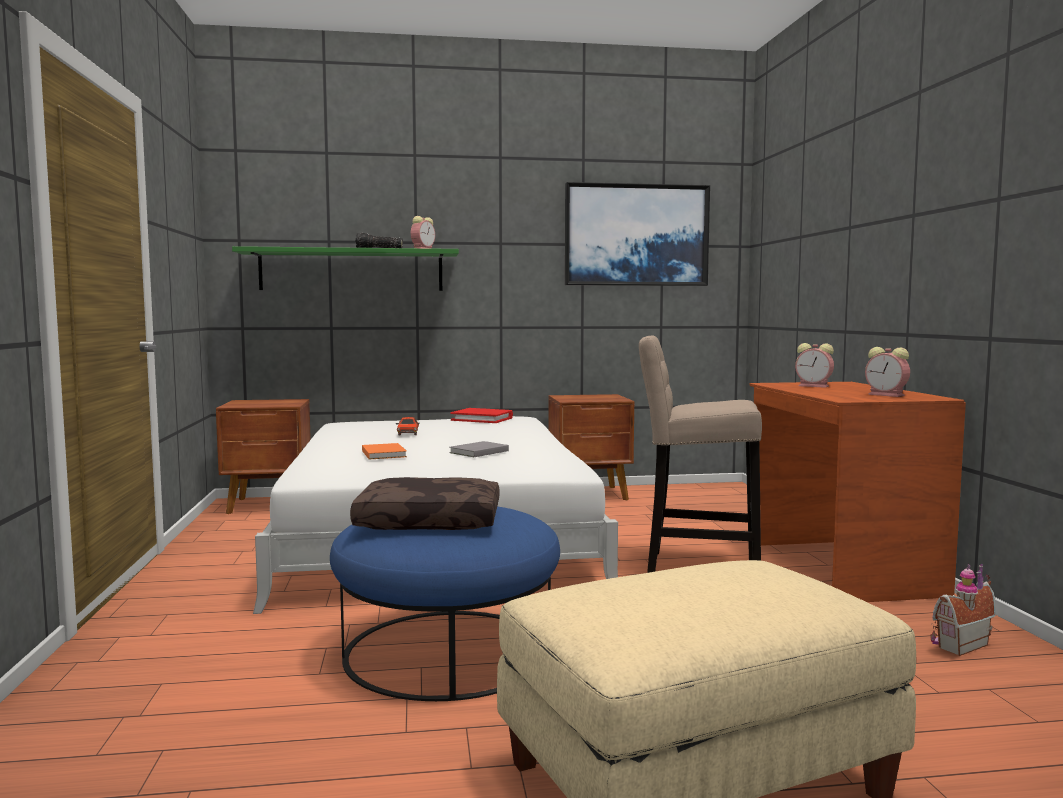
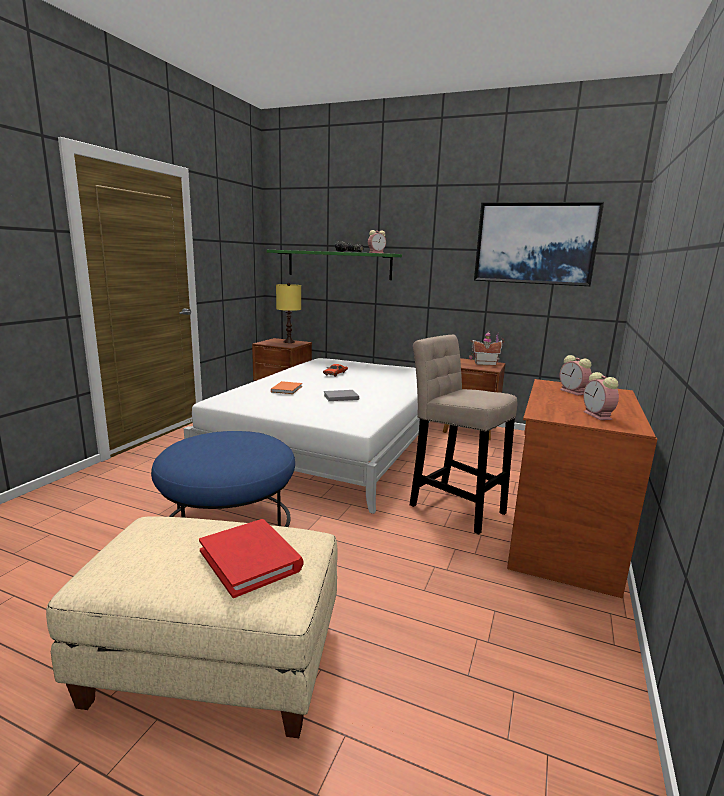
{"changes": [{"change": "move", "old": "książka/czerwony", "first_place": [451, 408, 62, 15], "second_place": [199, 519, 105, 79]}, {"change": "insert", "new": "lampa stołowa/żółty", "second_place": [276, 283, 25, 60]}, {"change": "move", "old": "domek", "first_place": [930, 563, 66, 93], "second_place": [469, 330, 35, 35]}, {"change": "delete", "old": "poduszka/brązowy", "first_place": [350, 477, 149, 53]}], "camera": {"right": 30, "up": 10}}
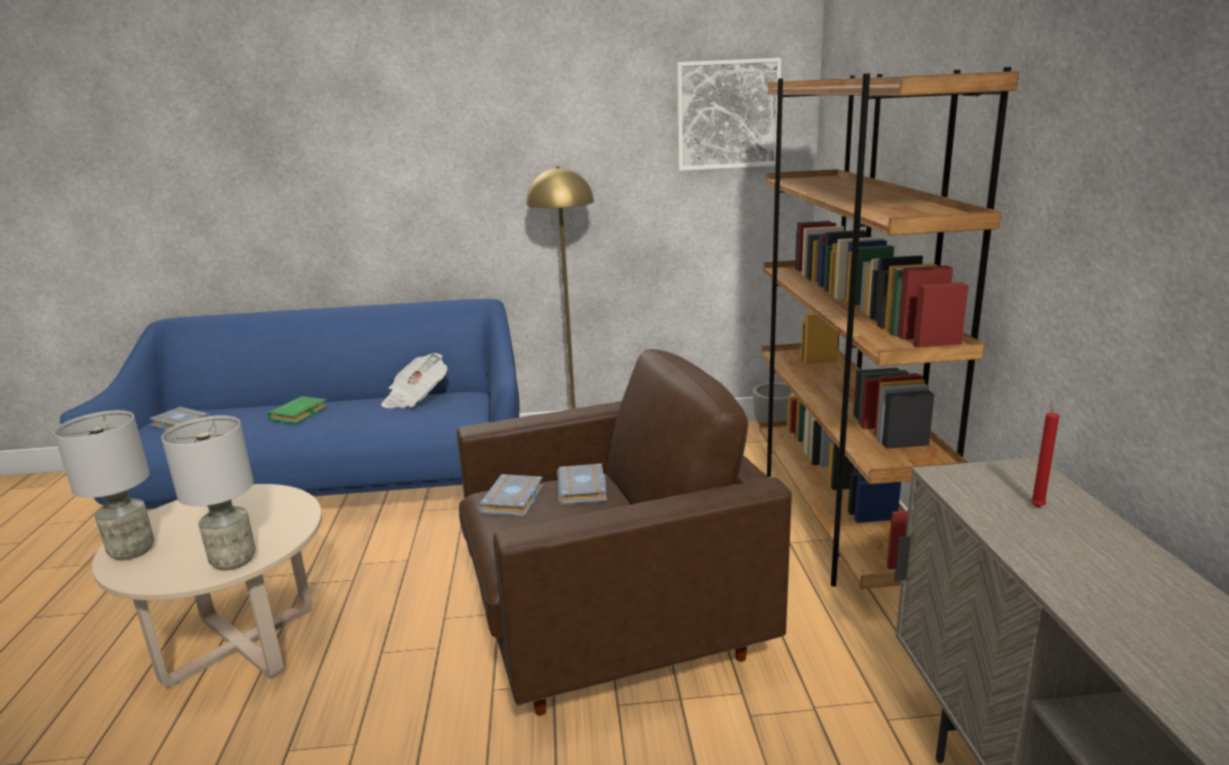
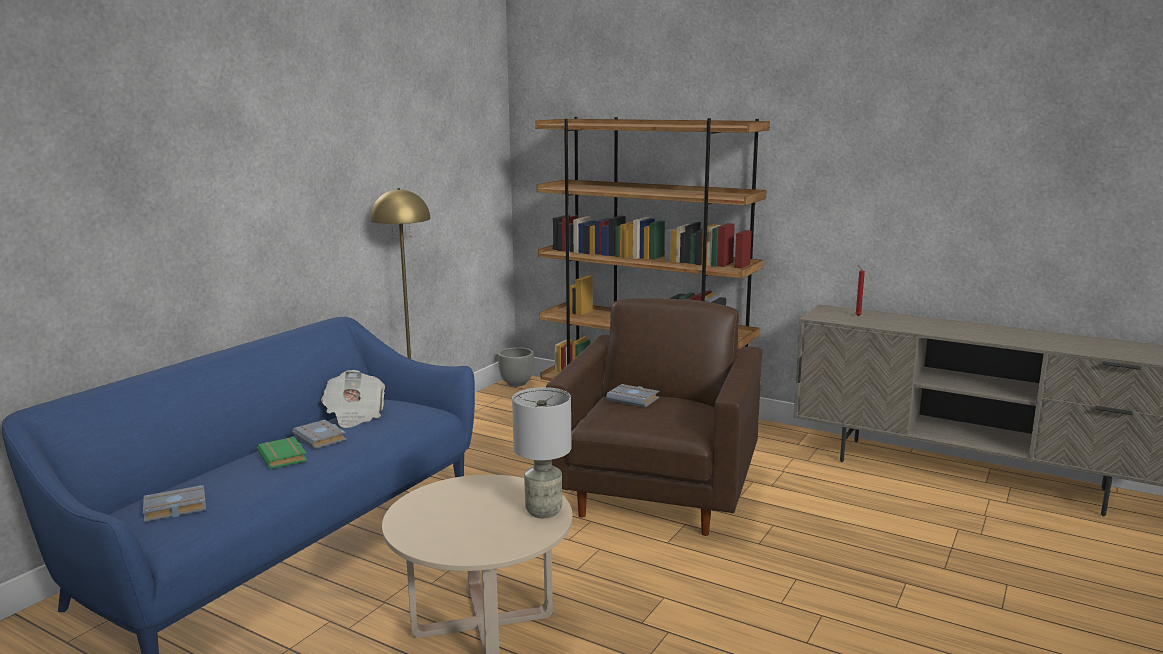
{"changes": [{"change": "move", "old": "książka/szary", "first_place": [478, 474, 65, 42], "second_place": [292, 420, 55, 29]}, {"change": "delete", "old": "lampa stołowa/szary", "first_place": [54, 410, 100, 151]}, {"change": "delete", "old": "obraz", "first_place": [677, 58, 104, 113]}], "camera": {"right": -55, "up": -5}}
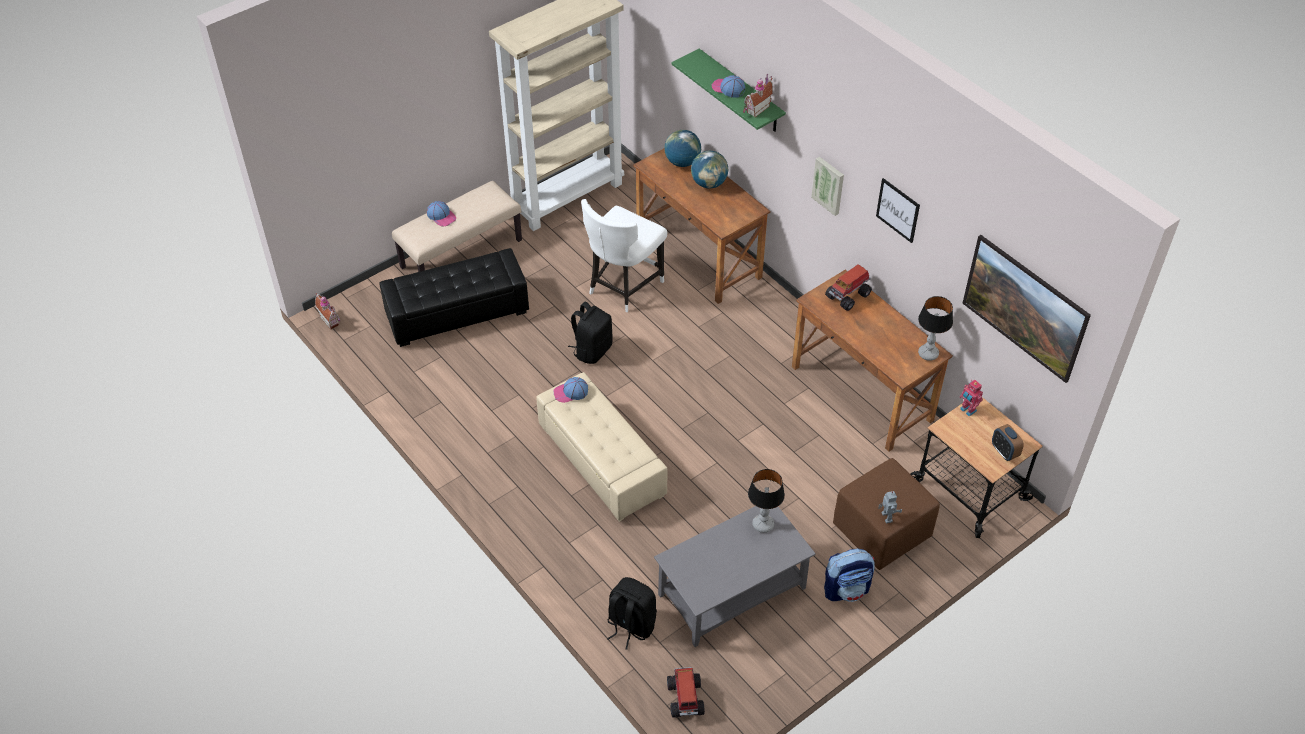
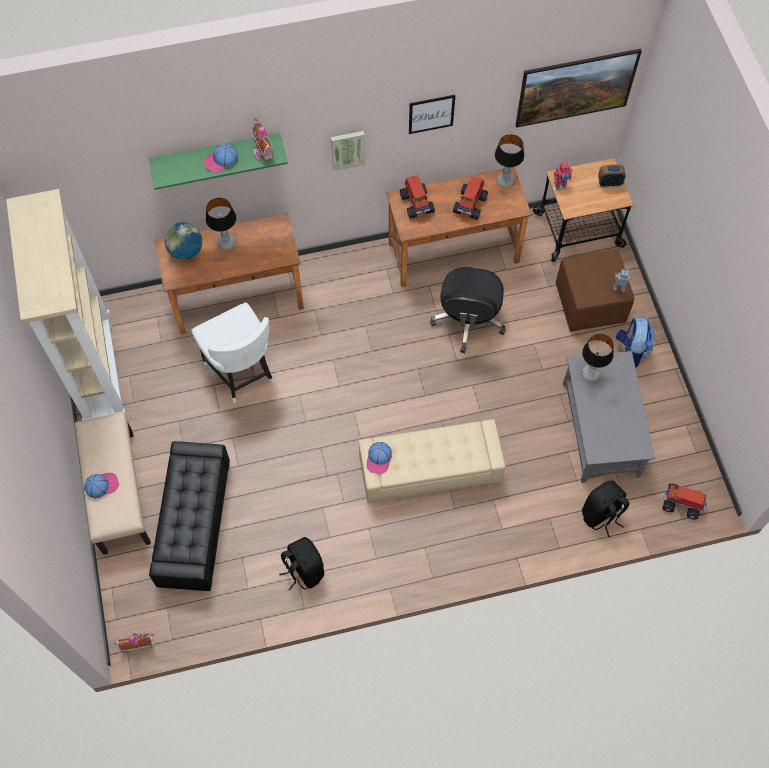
{"changes": [{"change": "replace", "old": "globus", "new": "lampa stołowa", "first_place": [691, 151, 37, 37], "second_place": [206, 198, 30, 52]}, {"change": "move", "old": "plecak/czarny", "first_place": [568, 302, 45, 62], "second_place": [279, 537, 45, 54]}, {"change": "insert", "new": "krzesło biurowe/czarny", "second_place": [430, 267, 76, 86]}, {"change": "insert", "new": "ciężarówka zabawkowa", "second_place": [453, 176, 35, 44]}], "camera": {"right": -65, "up": 15}}
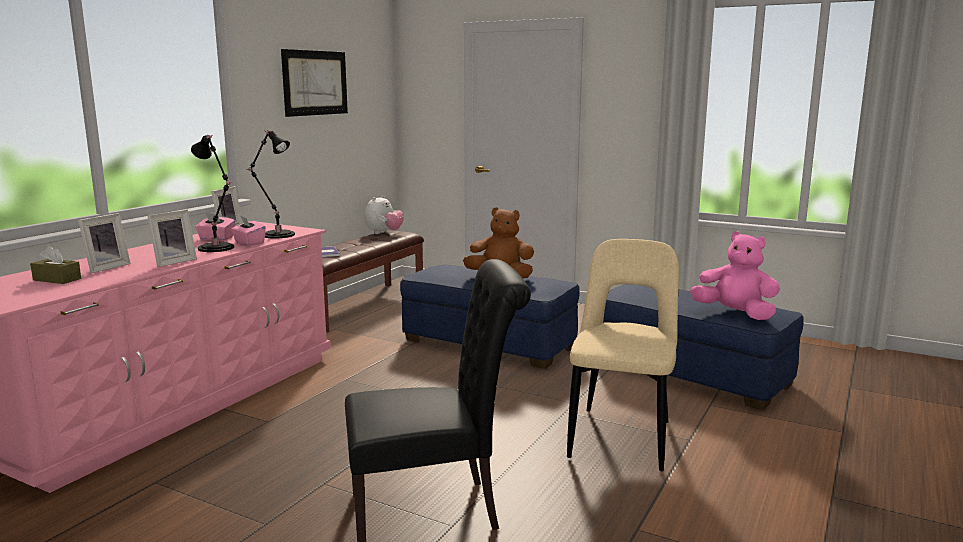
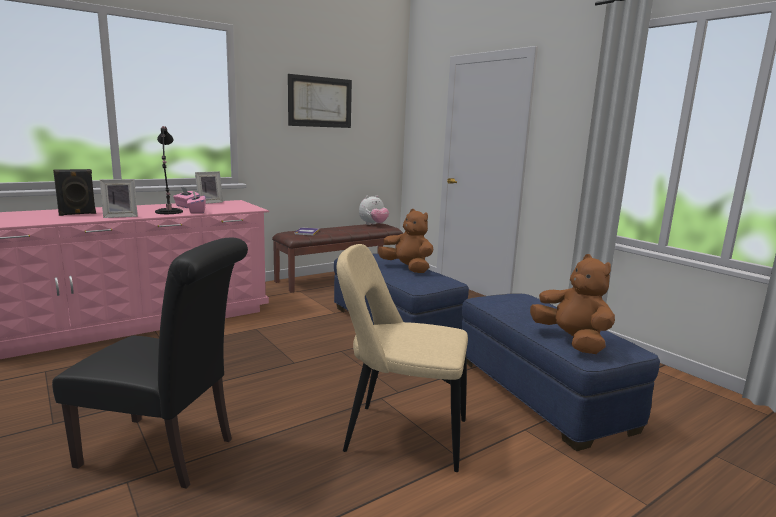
{"changes": [{"change": "replace", "old": "ramka na zdjęcie", "new": "głośnik/czarny", "first_place": [78, 213, 53, 60], "second_place": [53, 169, 43, 47]}, {"change": "rotate", "old": "krzesło/beżowy", "first_place": [567, 239, 112, 232], "second_place": [337, 244, 131, 228], "degrees": -120}, {"change": "recolor", "old": "pluszak/różowy", "new": "pluszak/brązowy", "first_place": [690, 231, 90, 89], "second_place": [530, 254, 85, 100]}, {"change": "delete", "old": "pudełko chusteczek/brązowy", "first_place": [30, 246, 51, 38]}, {"change": "delete", "old": "lampa stołowa/czarny", "first_place": [248, 130, 47, 109]}], "camera": {"right": 25, "up": 0}}
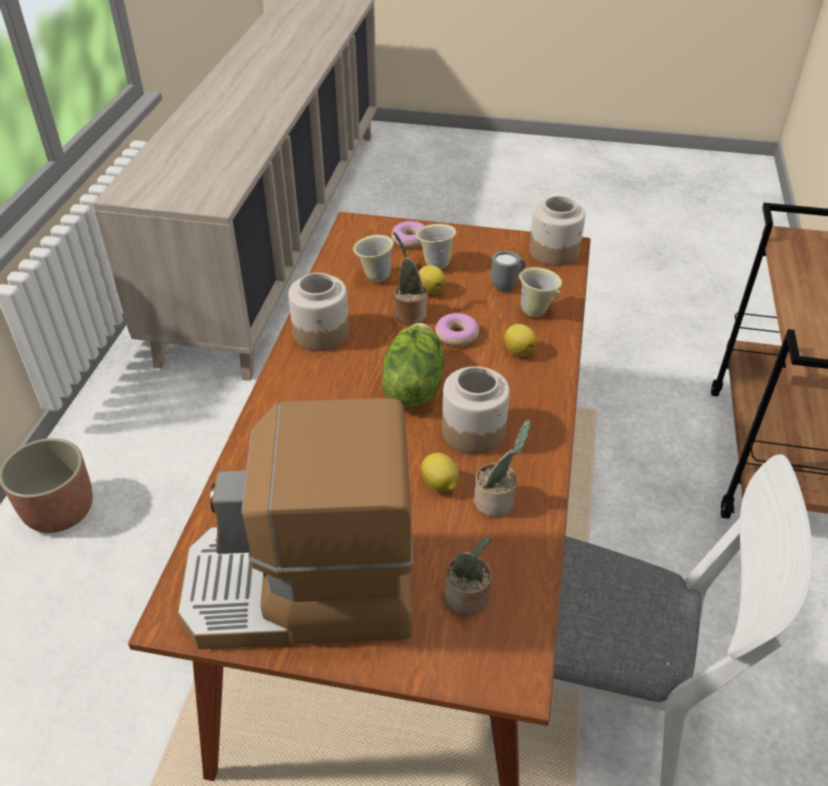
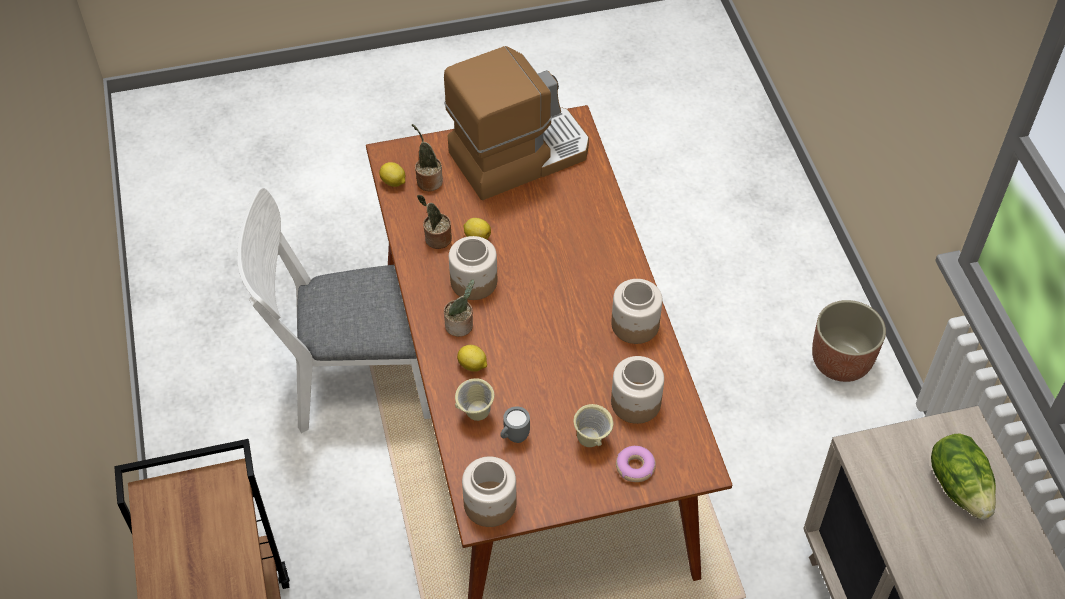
{"changes": [{"change": "move", "old": "cytryna", "first_place": [419, 265, 27, 29], "second_place": [379, 162, 26, 25]}, {"change": "move", "old": "roślina doniczkowa", "first_place": [393, 232, 34, 93], "second_place": [444, 279, 30, 58]}, {"change": "replace", "old": "kubek/beżowy", "new": "słoik", "first_place": [353, 235, 41, 47], "second_place": [611, 356, 53, 68]}, {"change": "move", "old": "sałata", "first_place": [382, 323, 62, 85], "second_place": [931, 433, 65, 87]}, {"change": "delete", "old": "donut", "first_place": [435, 313, 44, 33]}], "camera": {"right": 155, "up": 10}}
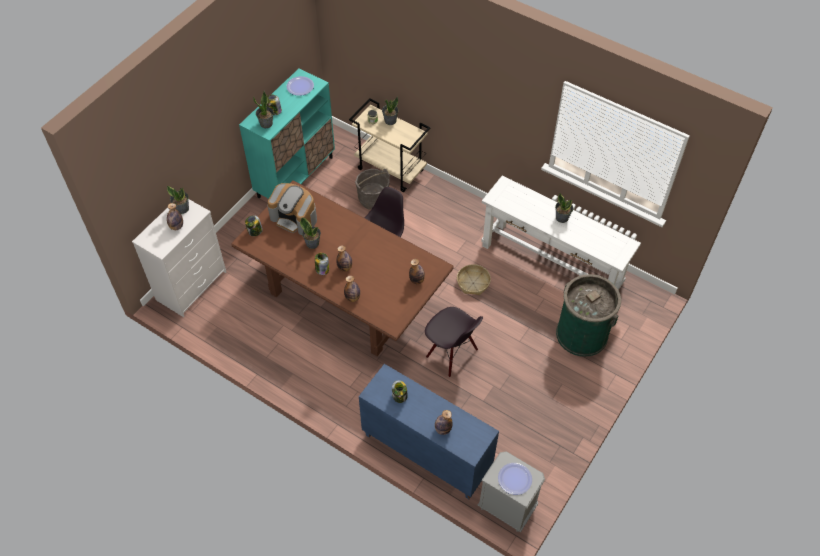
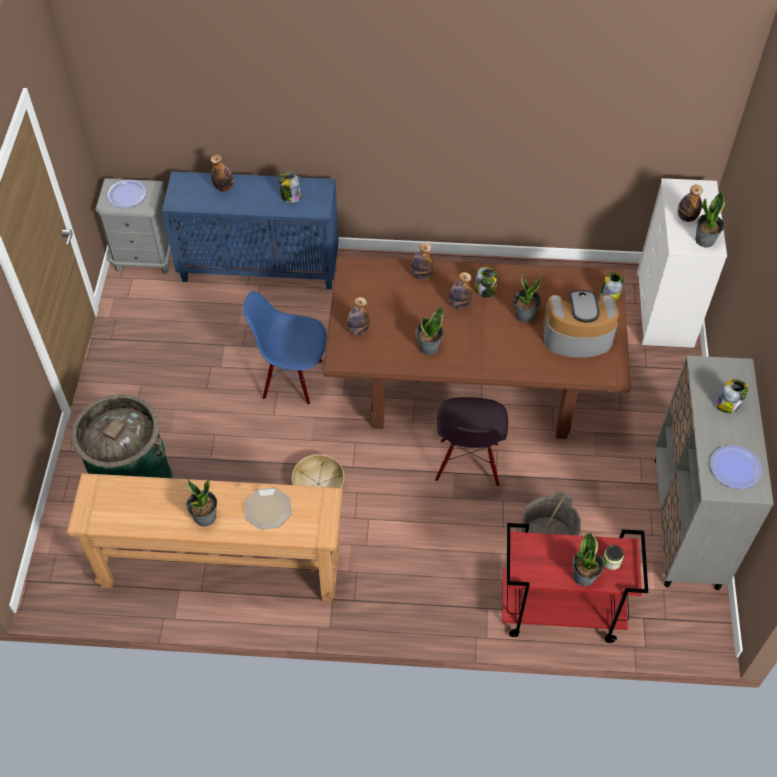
{"changes": [{"change": "recolor", "old": "stolik konsolowy/biały", "new": "stolik konsolowy/brązowy", "first_place": [481, 175, 160, 115], "second_place": [66, 473, 277, 129]}, {"change": "recolor", "old": "krzesło/czarny", "new": "krzesło/niebieski", "first_place": [425, 307, 58, 71], "second_place": [243, 291, 83, 114]}, {"change": "insert", "new": "talerz", "second_place": [244, 488, 48, 42]}, {"change": "move", "old": "roślina doniczkowa", "first_place": [253, 91, 20, 37], "second_place": [415, 306, 28, 49]}, {"change": "recolor", "old": "wózek/beżowy", "new": "wózek/czerwony", "first_place": [349, 98, 81, 94], "second_place": [502, 523, 146, 120]}, {"change": "recolor", "old": "szafka/turkusowy", "new": "szafka/szary", "first_place": [239, 68, 96, 131], "second_place": [655, 356, 119, 234]}], "camera": {"right": 150, "up": 0}}
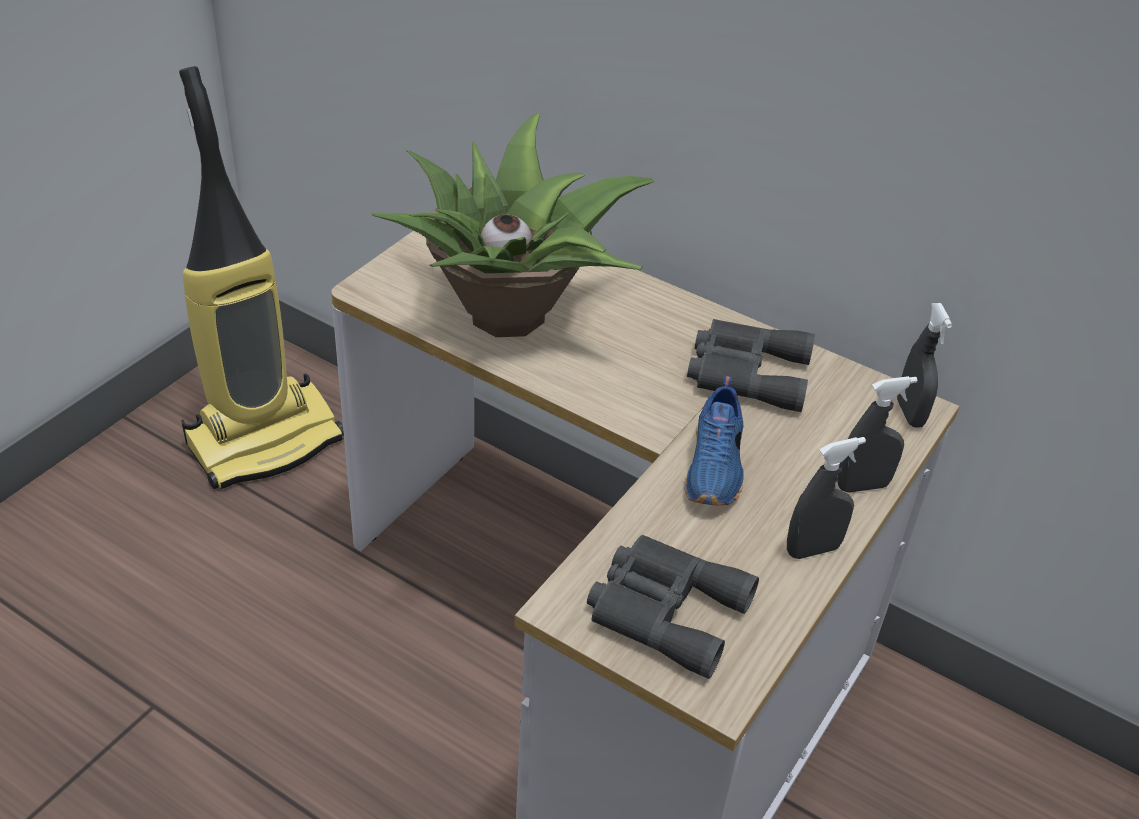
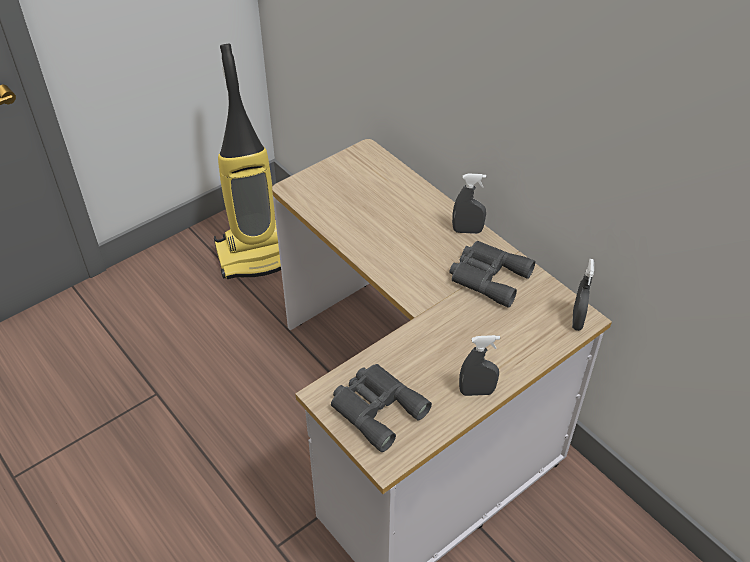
{"changes": [{"change": "move", "old": "spryskiwacz/szary", "first_place": [837, 376, 81, 117], "second_place": [452, 174, 34, 60]}, {"change": "delete", "old": "roślina doniczkowa", "first_place": [372, 113, 282, 224]}, {"change": "delete", "old": "but/niebieski", "first_place": [685, 376, 59, 130]}], "camera": {"right": 20, "up": 5}}
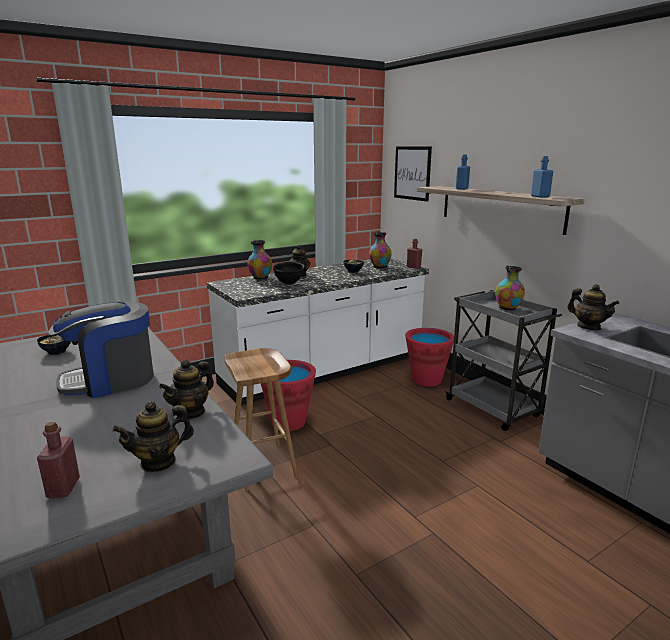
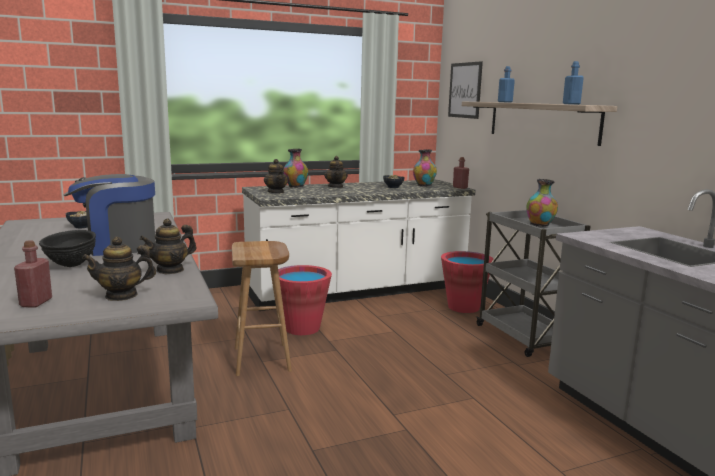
{"changes": [{"change": "move", "old": "miska/czarny", "first_place": [273, 262, 32, 23], "second_place": [39, 230, 57, 37]}, {"change": "move", "old": "imbryk", "first_place": [567, 284, 52, 46], "second_place": [264, 159, 24, 34]}], "camera": {"right": 10, "up": -5}}
